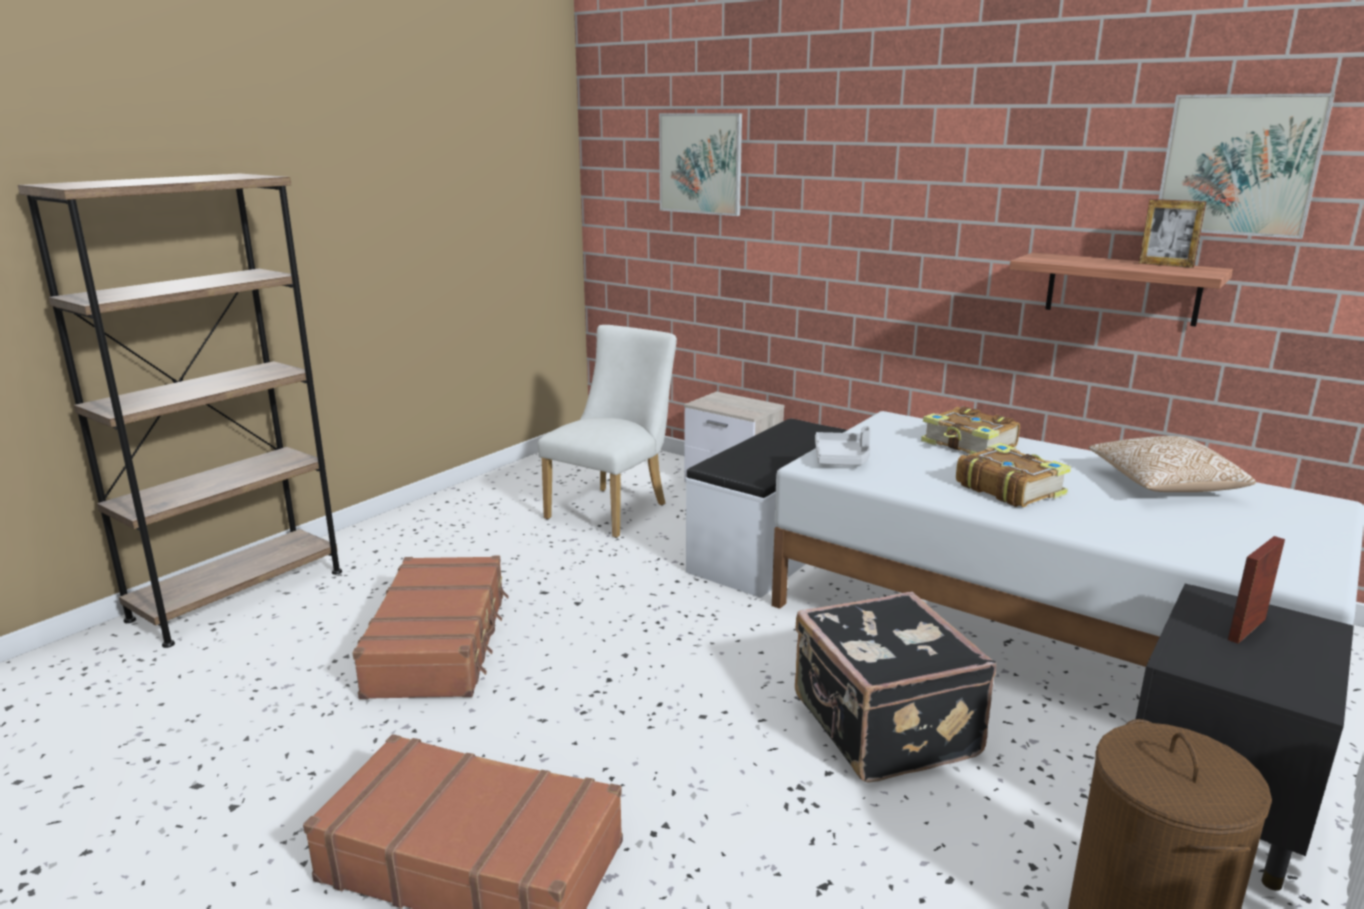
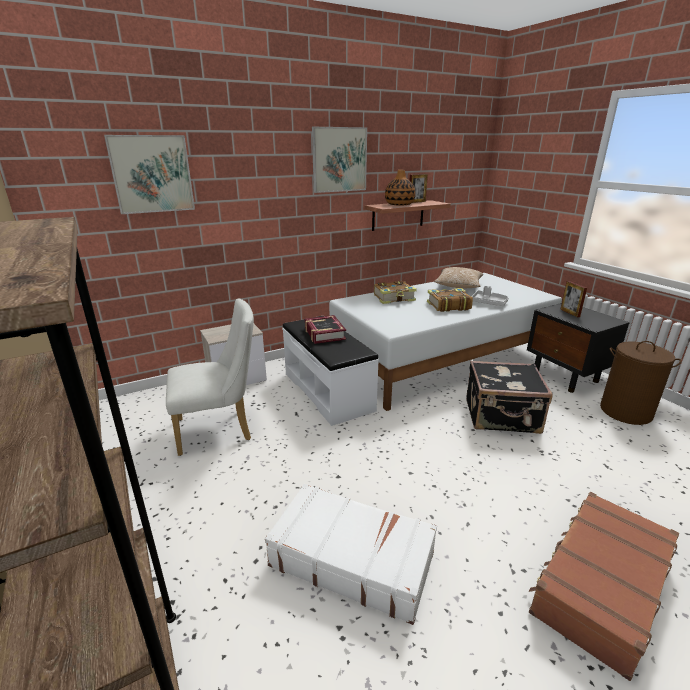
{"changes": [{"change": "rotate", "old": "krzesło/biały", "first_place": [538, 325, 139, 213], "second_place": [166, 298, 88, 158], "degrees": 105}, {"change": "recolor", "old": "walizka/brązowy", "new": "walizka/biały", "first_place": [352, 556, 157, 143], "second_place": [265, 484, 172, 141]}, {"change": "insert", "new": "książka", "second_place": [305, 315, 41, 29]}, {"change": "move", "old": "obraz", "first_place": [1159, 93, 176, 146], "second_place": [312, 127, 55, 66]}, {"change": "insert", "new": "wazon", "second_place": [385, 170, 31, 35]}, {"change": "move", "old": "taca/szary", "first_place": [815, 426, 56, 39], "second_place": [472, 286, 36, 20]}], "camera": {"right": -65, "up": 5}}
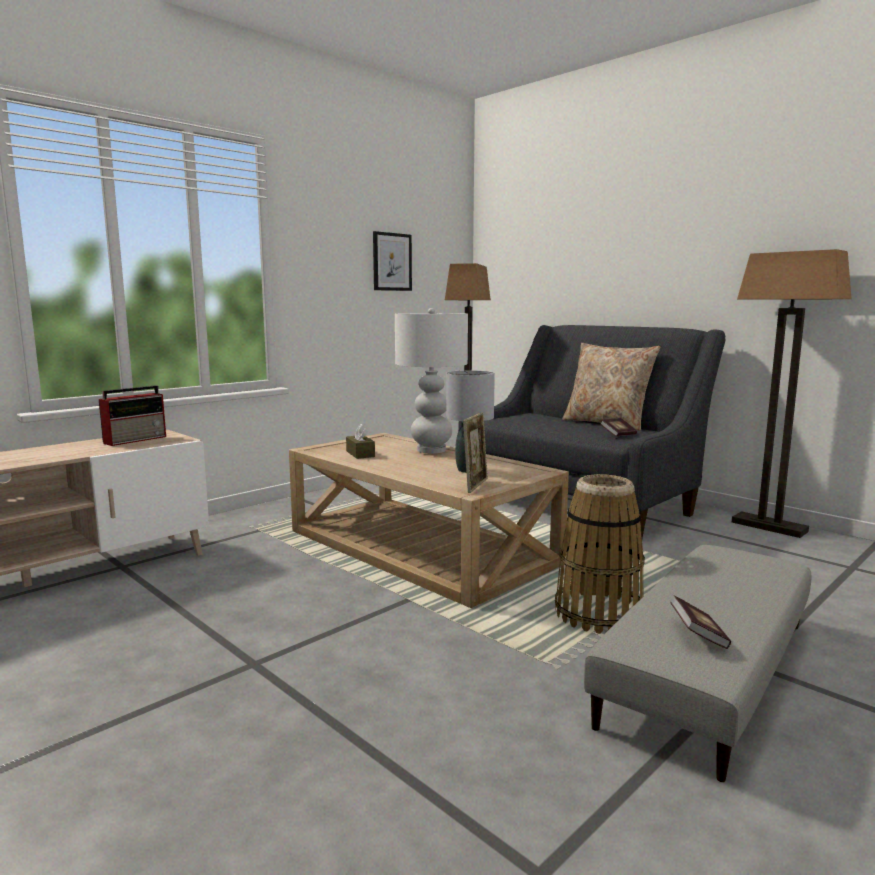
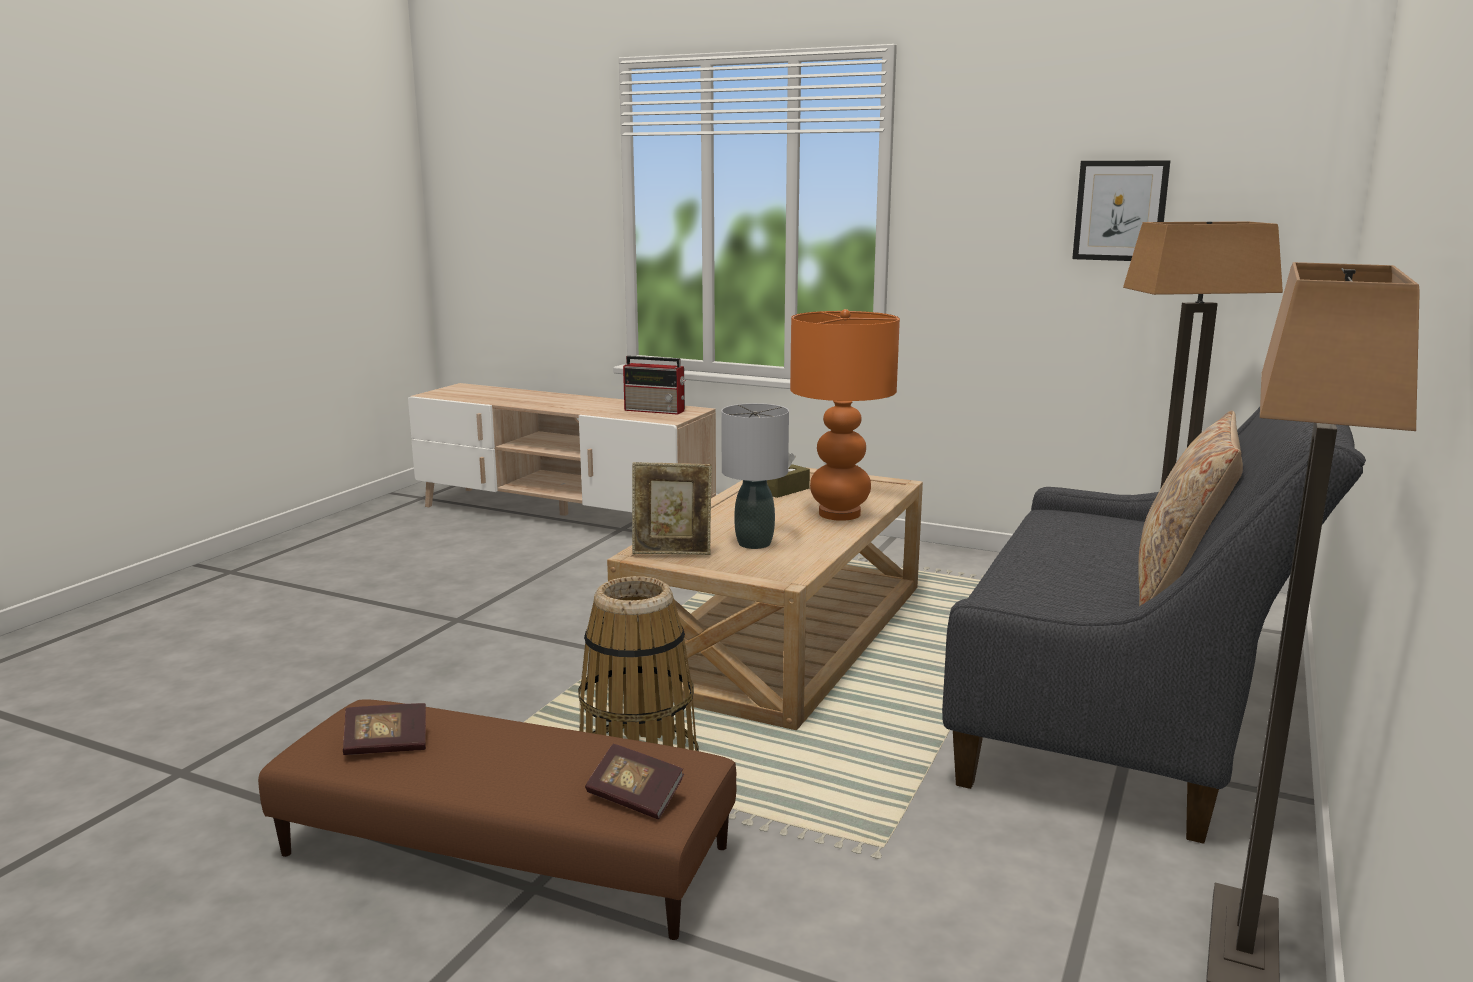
{"changes": [{"change": "recolor", "old": "pufa/szary", "new": "pufa/brązowy", "first_place": [584, 545, 227, 237], "second_place": [258, 699, 478, 241]}, {"change": "move", "old": "książka", "first_place": [600, 418, 37, 19], "second_place": [585, 744, 99, 75]}, {"change": "recolor", "old": "lampa stołowa/biały", "new": "lampa stołowa/pomarańczowy", "first_place": [395, 308, 73, 145], "second_place": [790, 309, 110, 212]}], "camera": {"right": 70, "up": 5}}
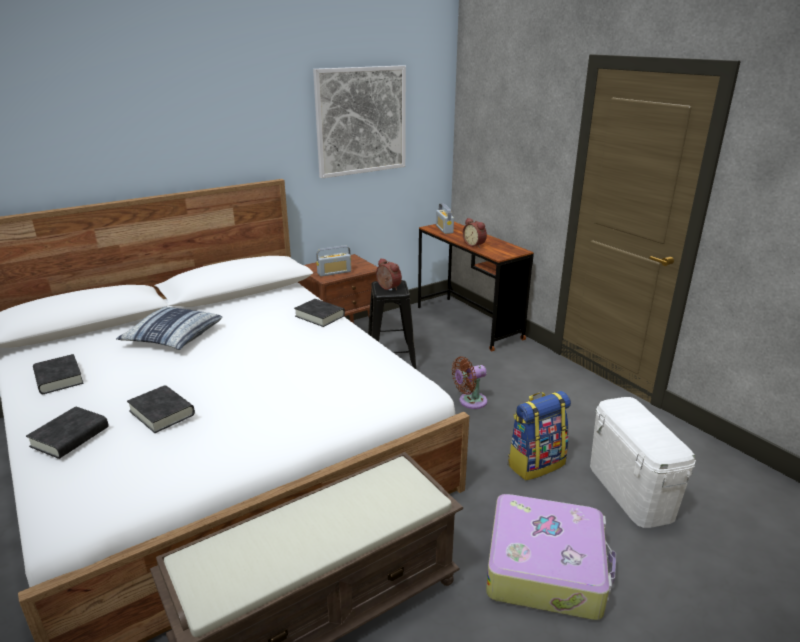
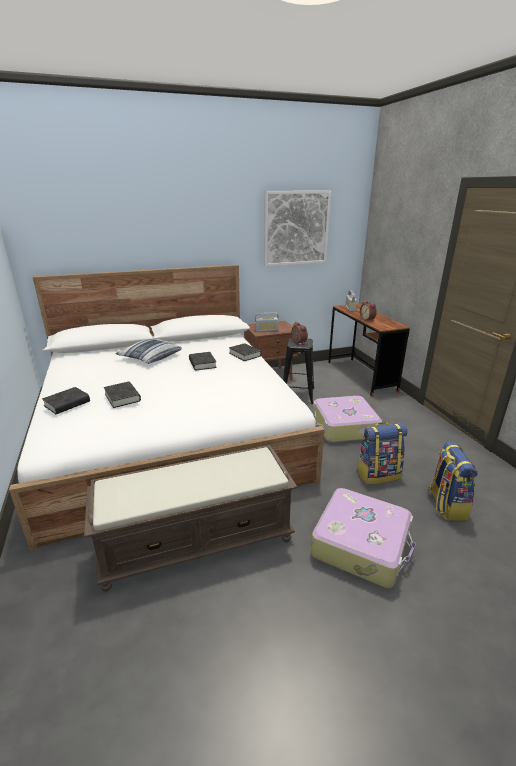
{"changes": [{"change": "move", "old": "książka/czarny", "first_place": [33, 354, 51, 40], "second_place": [189, 352, 28, 18]}, {"change": "replace", "old": "wentylator/brązowy", "new": "walizka", "first_place": [452, 357, 35, 52], "second_place": [313, 396, 69, 46]}, {"change": "replace", "old": "pojemnik do przechowywania/biały", "new": "plecak", "first_place": [590, 397, 106, 131], "second_place": [427, 441, 51, 80]}], "camera": {"right": 15, "up": 0}}
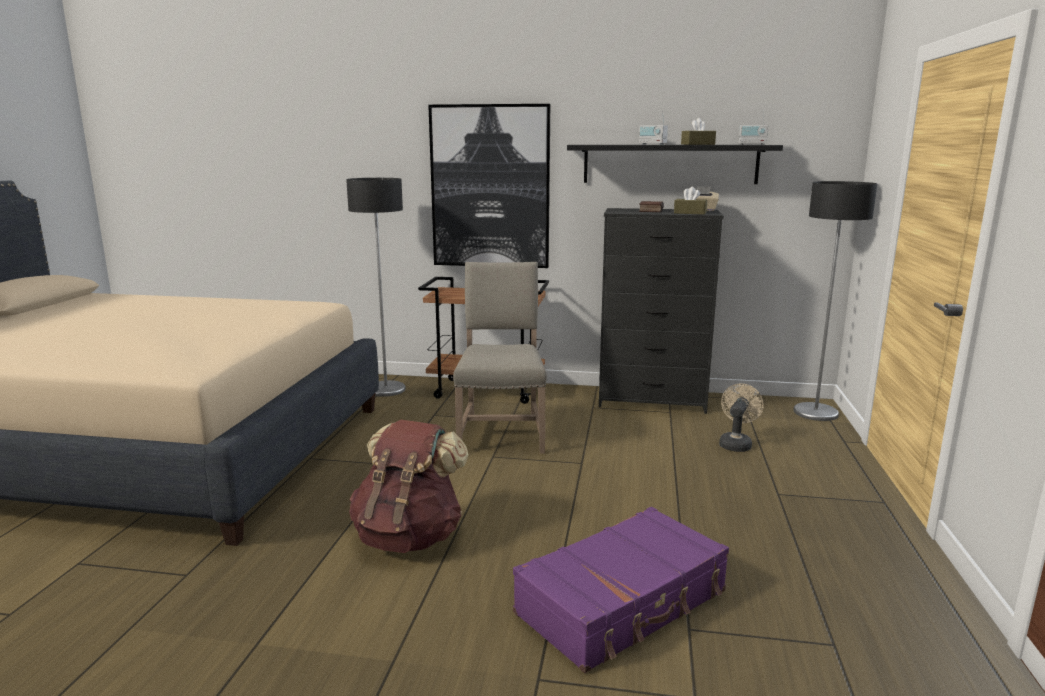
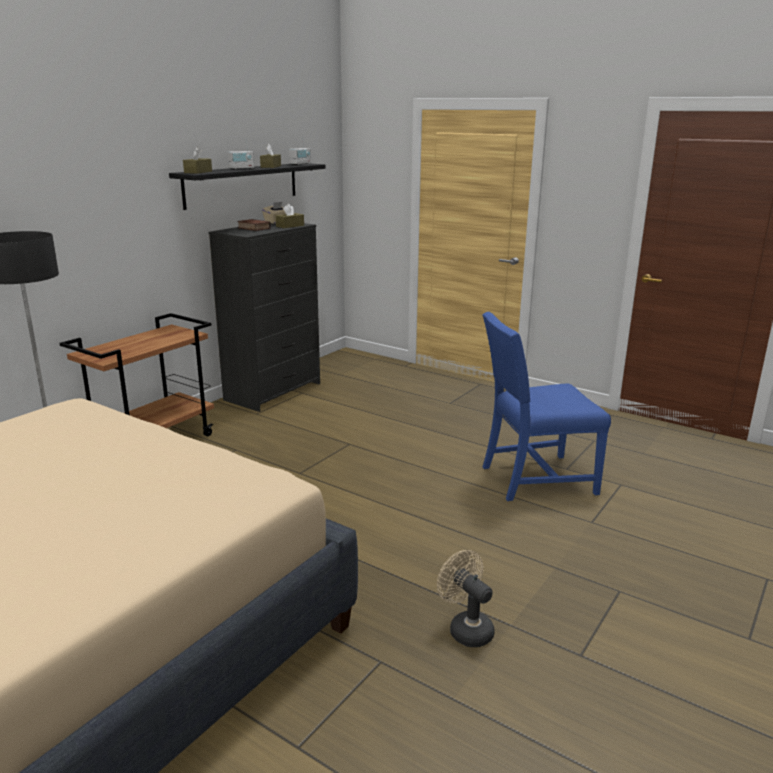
{"changes": [{"change": "insert", "new": "pudełko chusteczek/brązowy", "second_place": [183, 147, 29, 27]}, {"change": "move", "old": "wentylator/beżowy", "first_place": [719, 383, 44, 69], "second_place": [437, 550, 58, 97]}, {"change": "replace", "old": "walizka/fioletowy", "new": "krzesło/niebieski", "first_place": [513, 507, 216, 166], "second_place": [483, 312, 128, 189]}, {"change": "delete", "old": "plecak/brązowy", "first_place": [349, 419, 120, 134]}, {"change": "delete", "old": "obraz", "first_place": [428, 104, 122, 164]}, {"change": "delete", "old": "krzesło/beżowy", "first_place": [453, 262, 94, 191]}, {"change": "delete", "old": "lampa stojąca", "first_place": [793, 181, 84, 240]}], "camera": {"right": -65, "up": 5}}
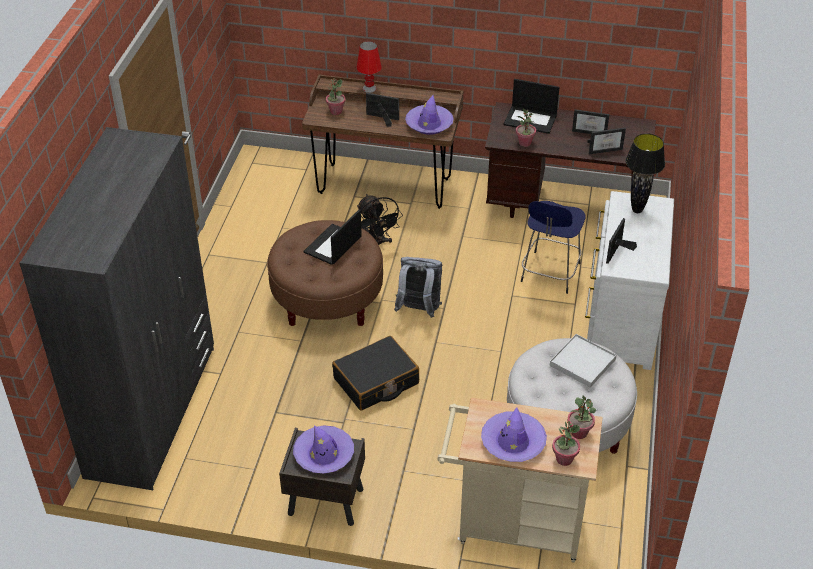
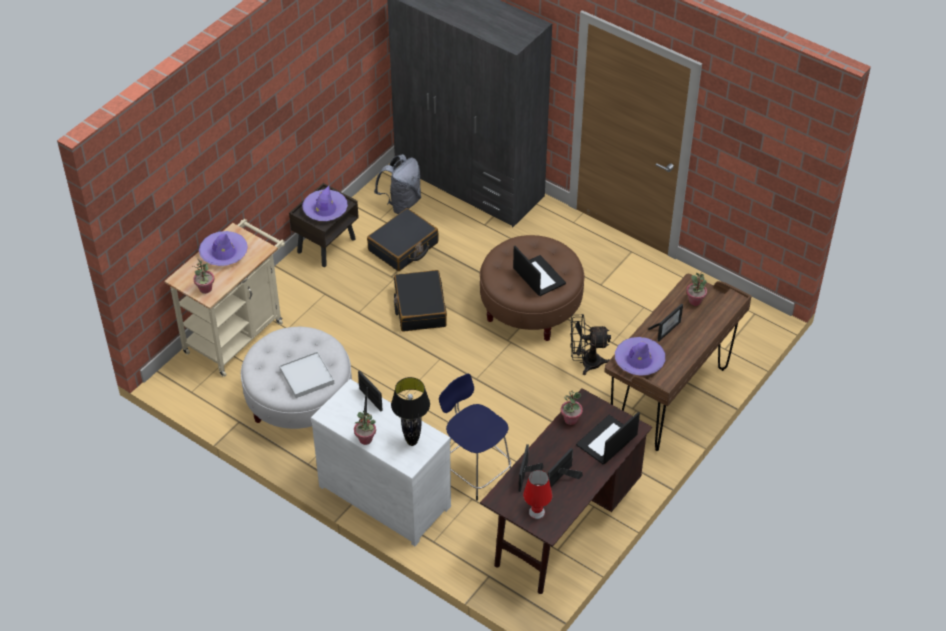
{"changes": [{"change": "move", "old": "roślina doniczkowa", "first_place": [552, 421, 28, 45], "second_place": [354, 410, 22, 35]}, {"change": "insert", "new": "walizka/czarny", "second_place": [367, 208, 71, 63]}, {"change": "move", "old": "plecak/szary", "first_place": [394, 257, 48, 61], "second_place": [374, 154, 47, 60]}, {"change": "move", "old": "lampa stołowa/czerwony", "first_place": [356, 41, 26, 52], "second_place": [523, 470, 29, 49]}], "camera": {"right": 115, "up": 5}}
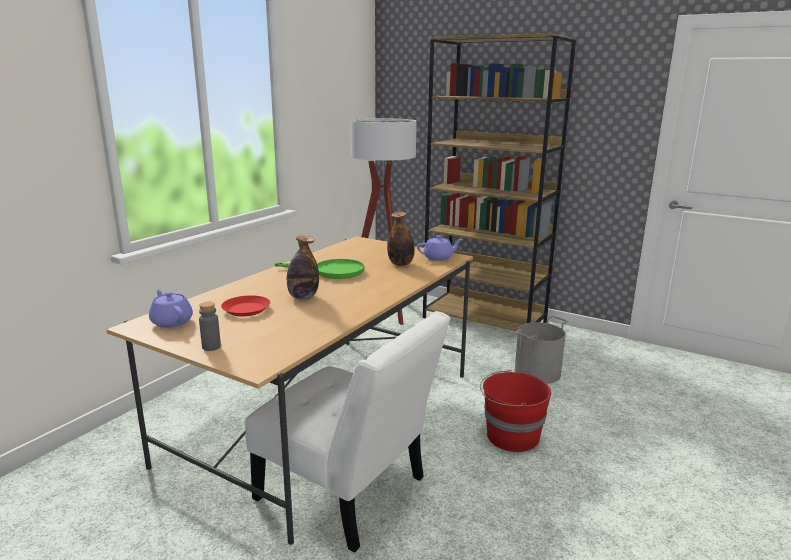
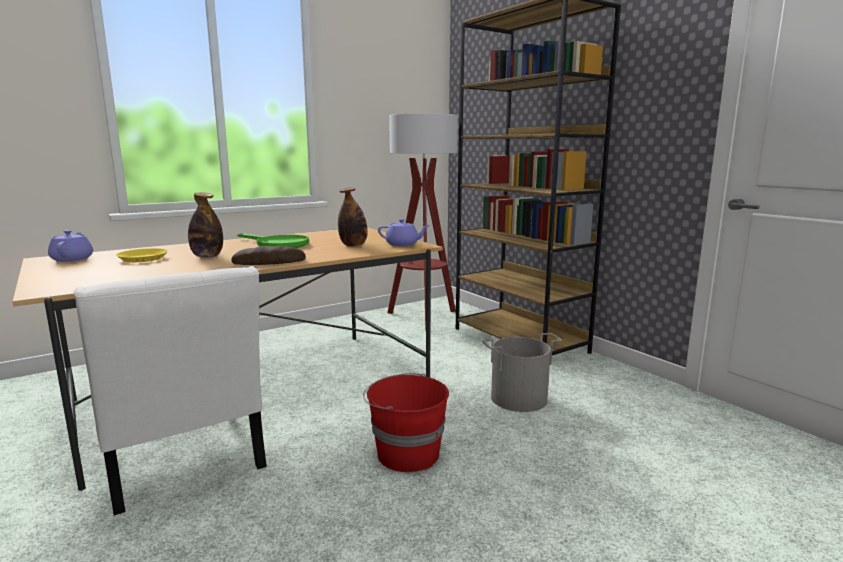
{"changes": [{"change": "recolor", "old": "talerz/czerwony", "new": "talerz/żółty", "first_place": [221, 295, 49, 21], "second_place": [116, 248, 52, 14]}, {"change": "insert", "new": "chleb", "second_place": [232, 246, 74, 19]}, {"change": "delete", "old": "butelka/szary", "first_place": [199, 302, 22, 49]}], "camera": {"right": 25, "up": -5}}
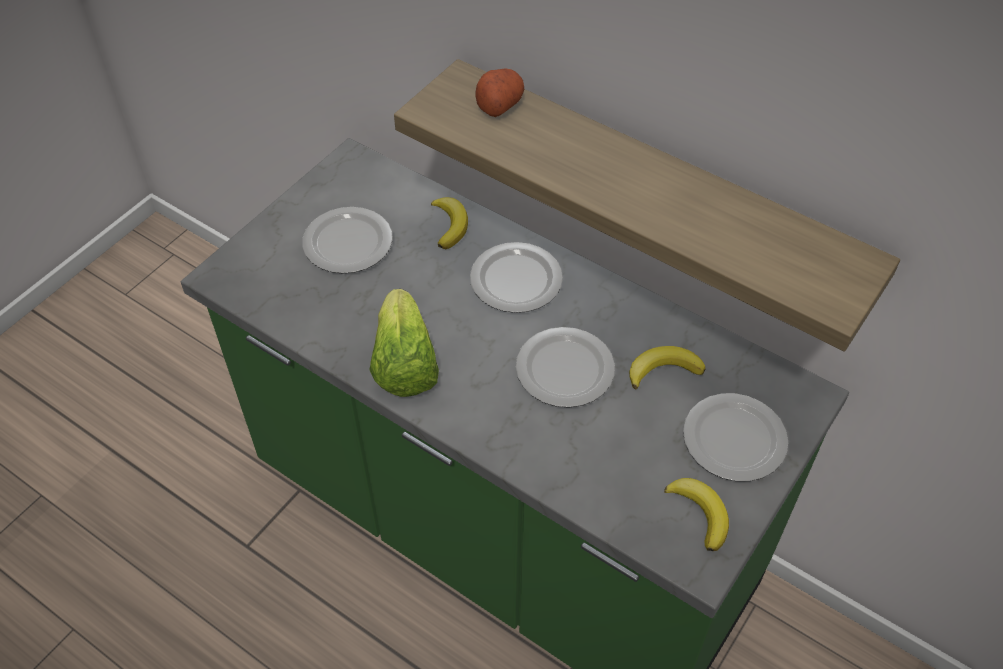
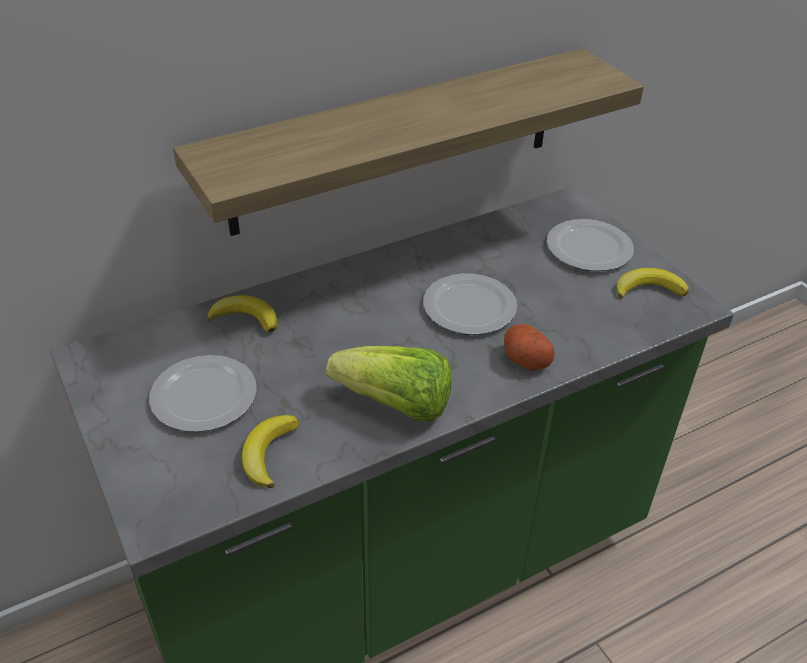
{"changes": [{"change": "move", "old": "banan", "first_place": [629, 346, 76, 44], "second_place": [242, 415, 57, 73]}, {"change": "move", "old": "ziemniak", "first_place": [475, 68, 49, 49], "second_place": [504, 324, 51, 47]}, {"change": "delete", "old": "talerz", "first_place": [470, 242, 93, 71]}], "camera": {"right": -65, "up": -10}}
